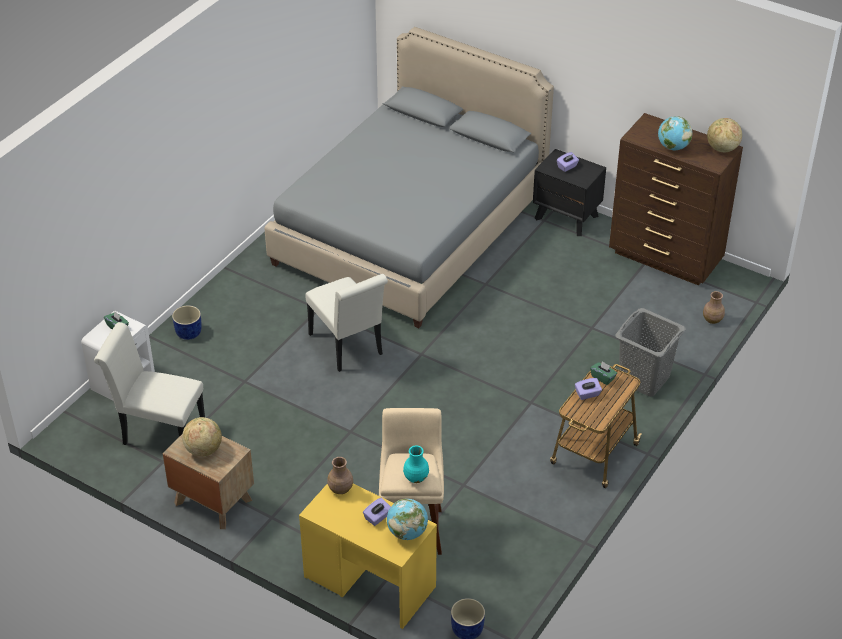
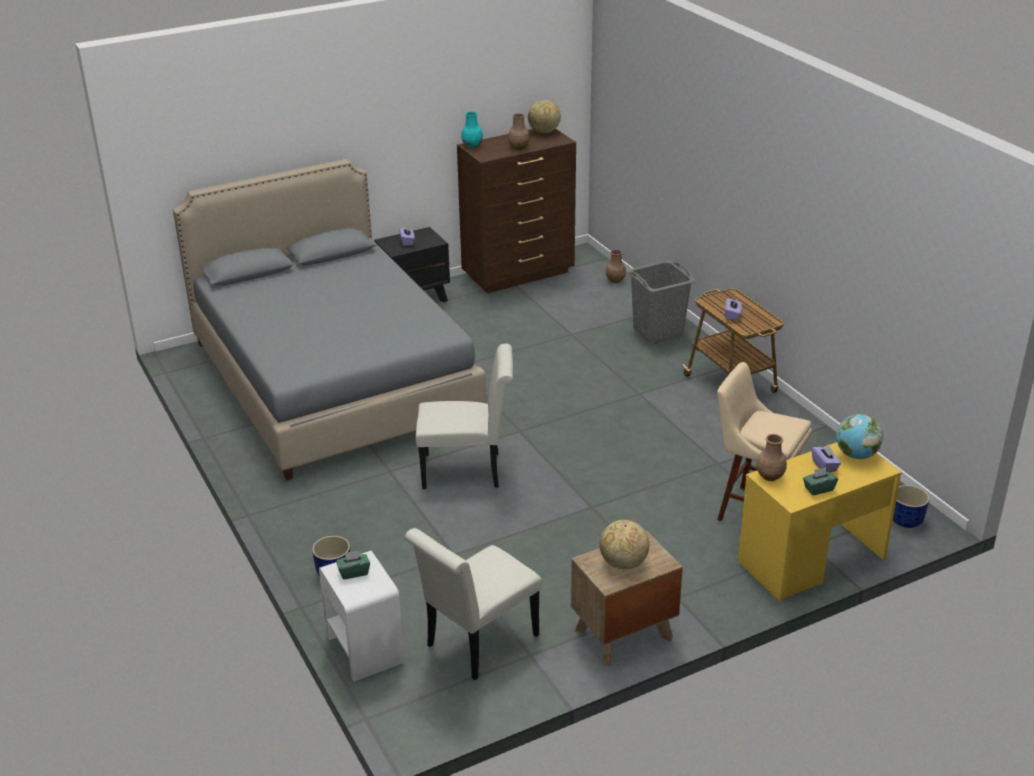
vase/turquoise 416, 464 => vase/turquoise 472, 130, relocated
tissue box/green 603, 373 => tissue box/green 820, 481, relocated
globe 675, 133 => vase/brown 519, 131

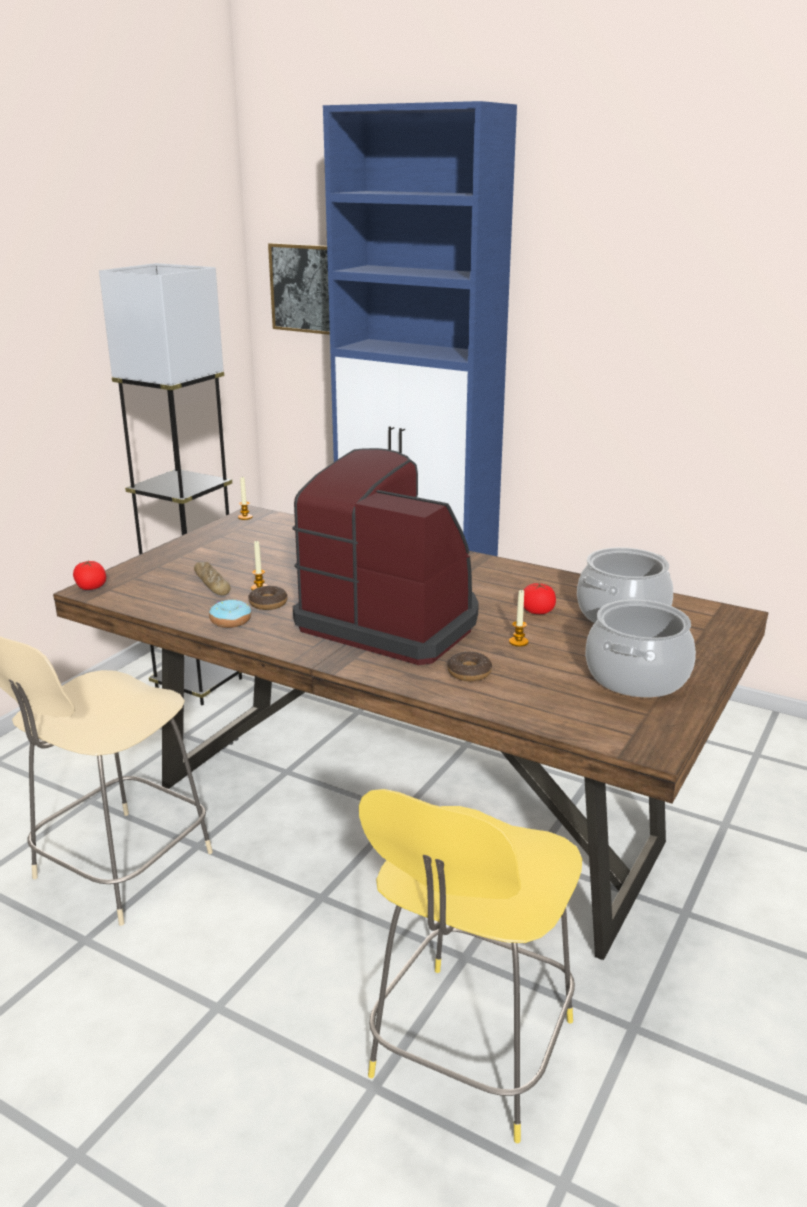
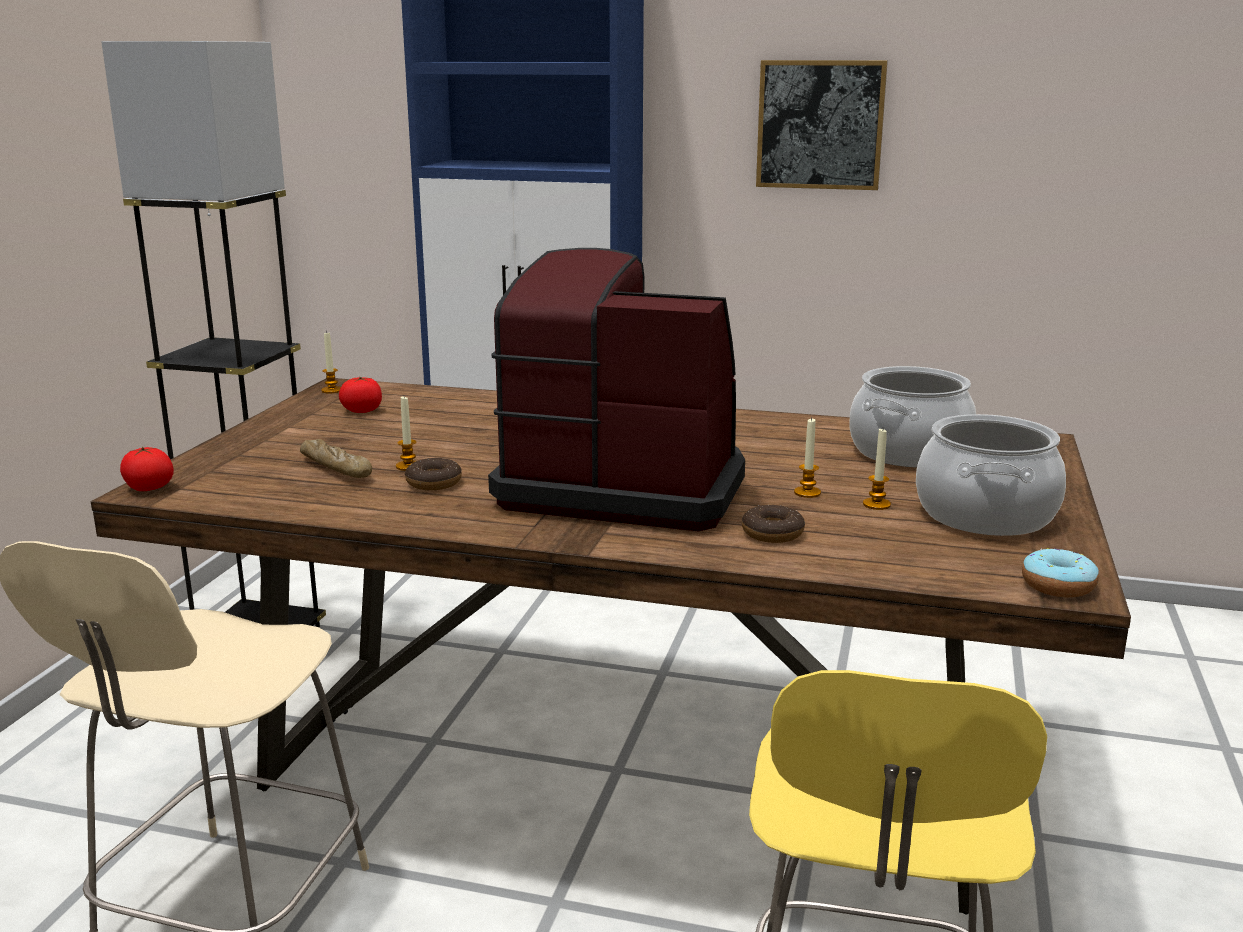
donut 230, 613 => donut 1060, 572, relocated
picture 299, 289 => picture 822, 125, relocated
tomato 540, 598 => tomato 360, 395, relocated
nothing => candle 877, 469

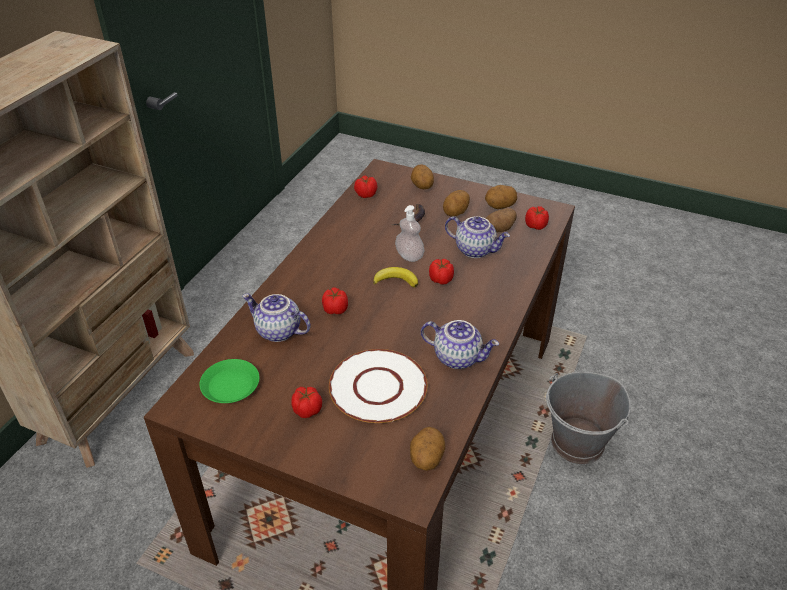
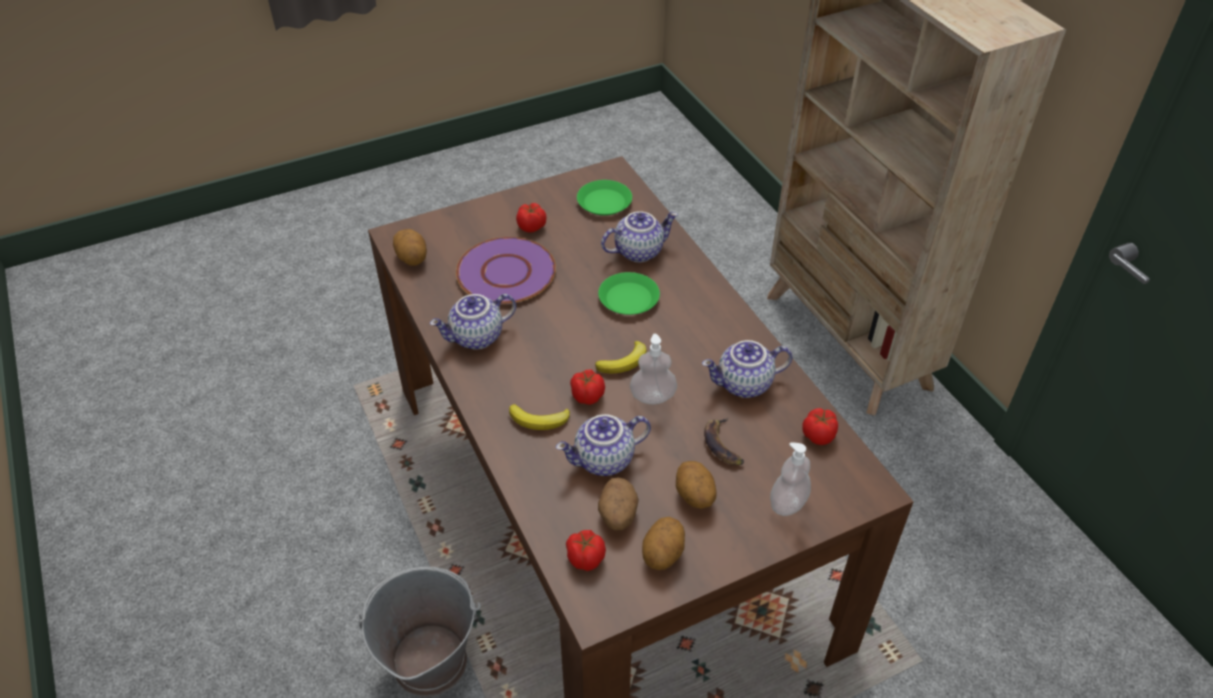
tomato 335, 300 => plate/green 629, 293
plate/white 378, 386 => plate/purple 506, 270
potato 422, 176 => soap dispenser 790, 479
nothing => banana 539, 417
nothing => teapot 747, 369

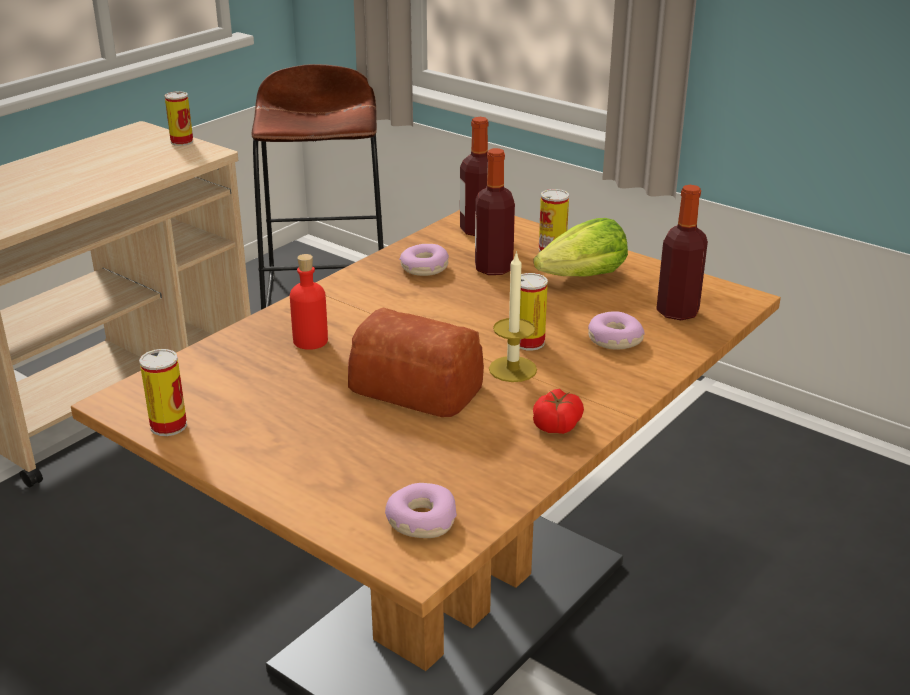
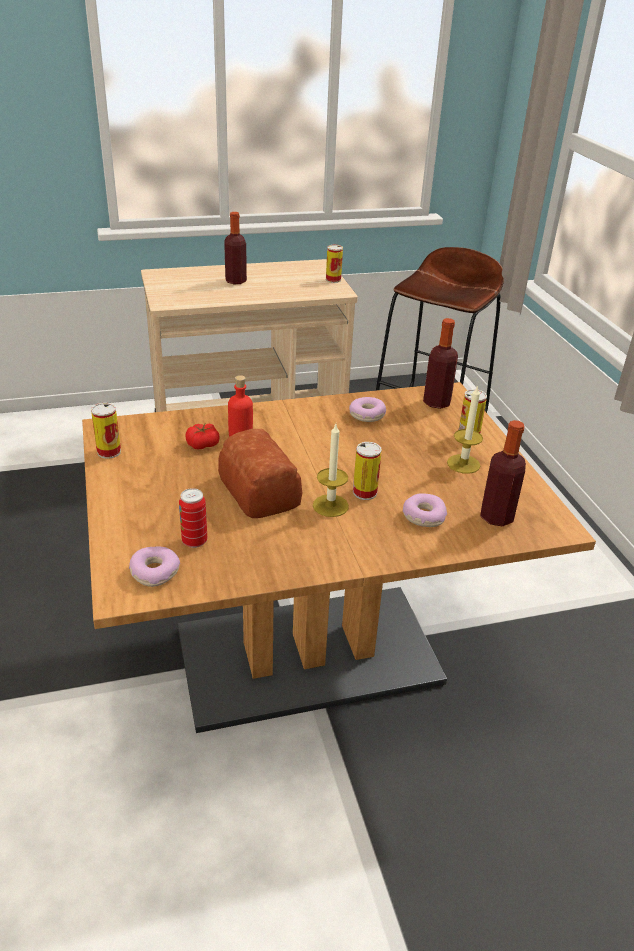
bottle 495, 211 => bottle 235, 248, relocated
tomato 558, 411 => tomato 202, 436, relocated
lettuce 581, 247 => candle 465, 429
nothing => can 193, 518

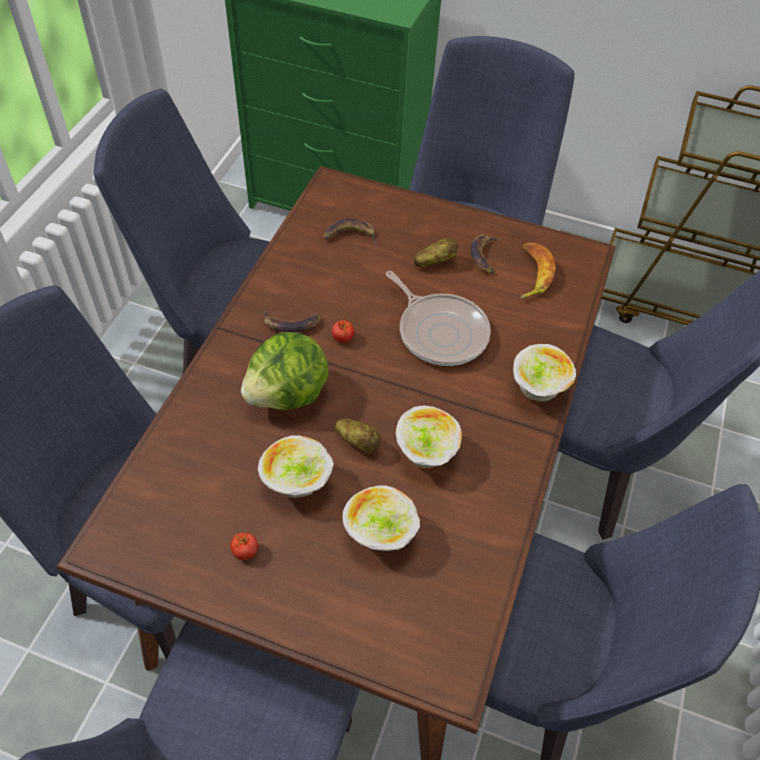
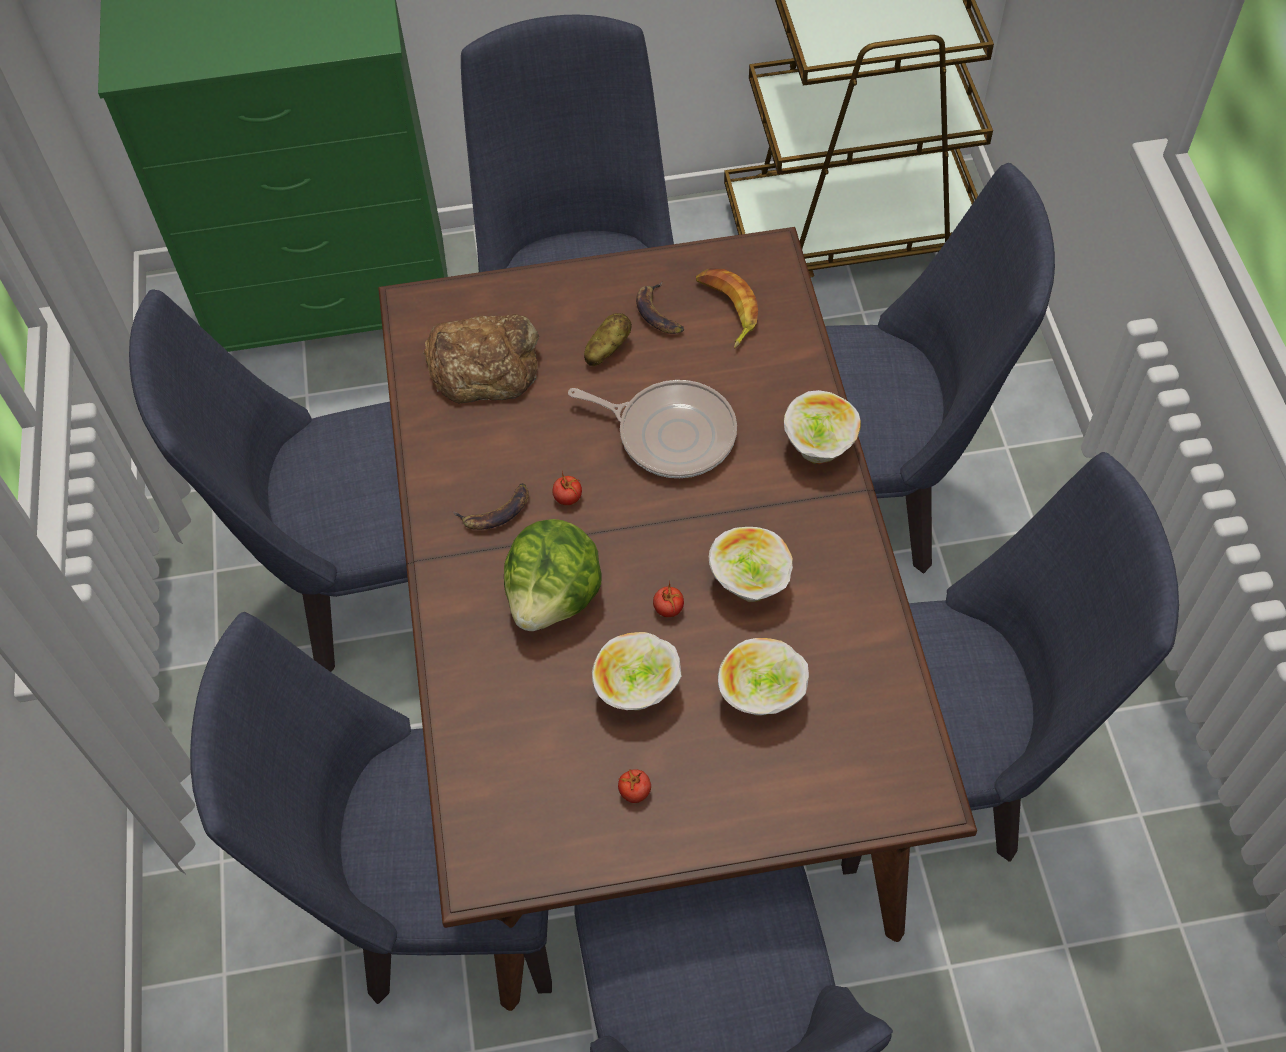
banana 351, 231 => bread 481, 359
potato 358, 436 => tomato 668, 600

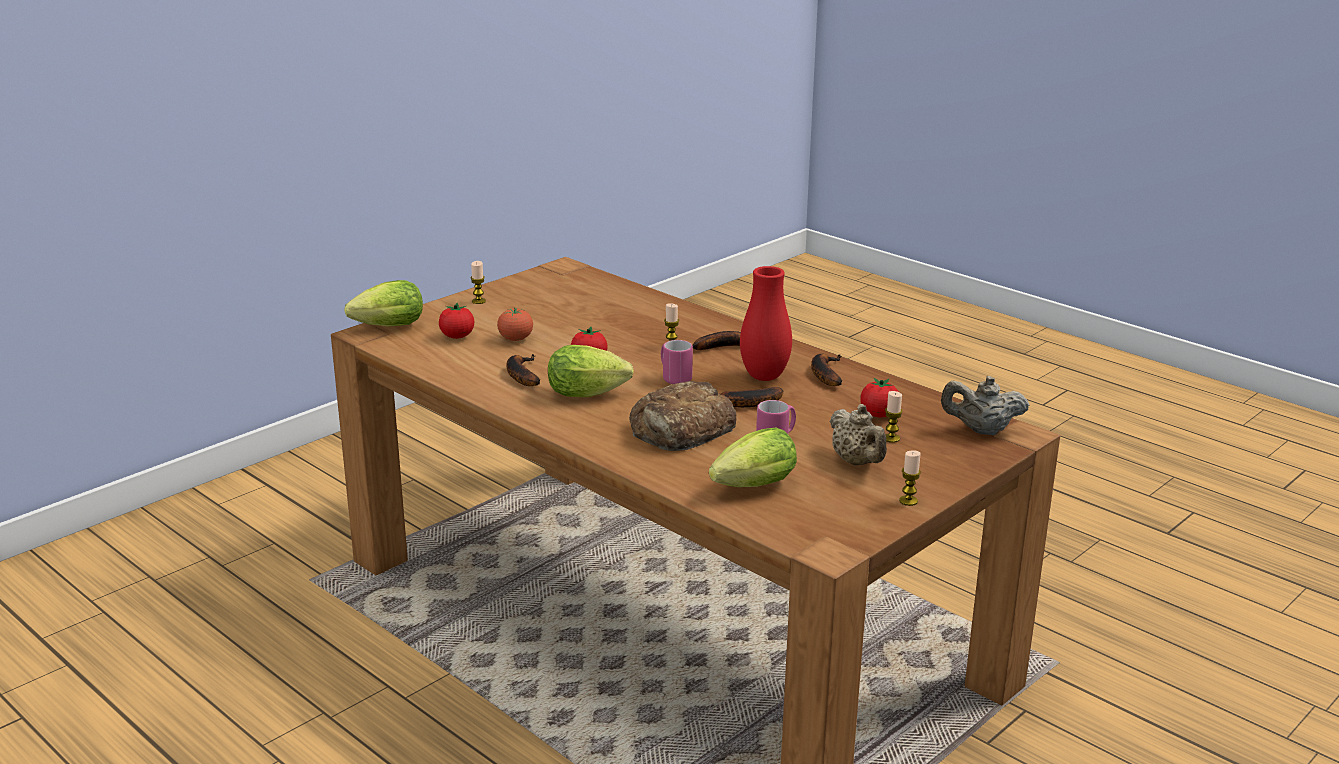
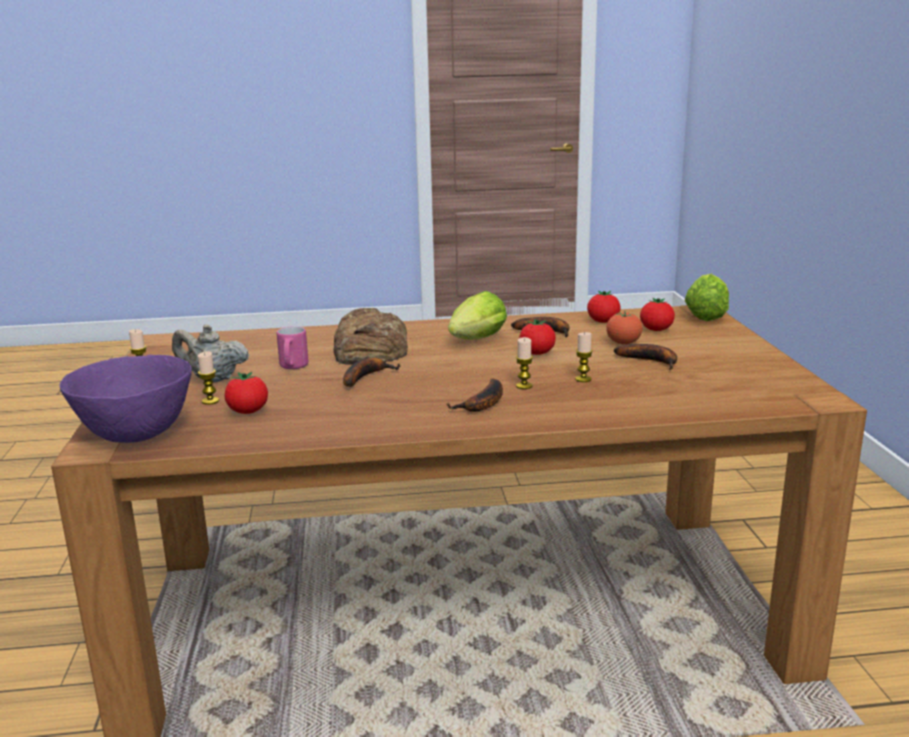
candle 478, 282 => candle 584, 357, relocated
mug/pink 677, 362 => nothing
lettuce 753, 457 => nothing
vase/red 766, 323 => nothing
banana 826, 370 => banana 645, 357, relocated
teapot/beige 985, 405 => bowl/purple 125, 399
nothing => tomato 604, 307

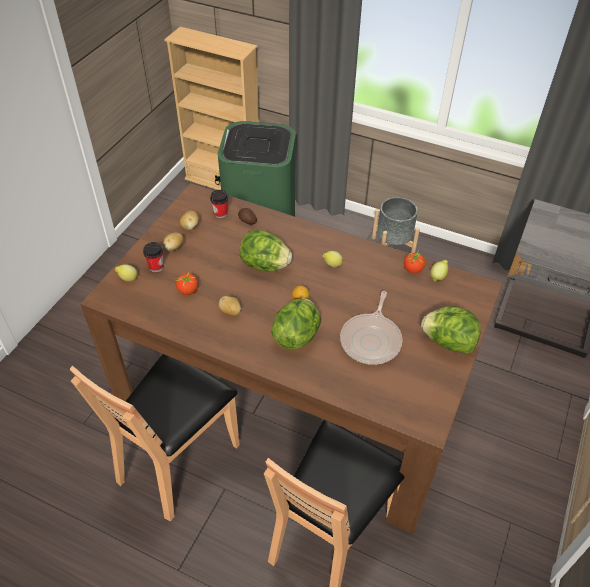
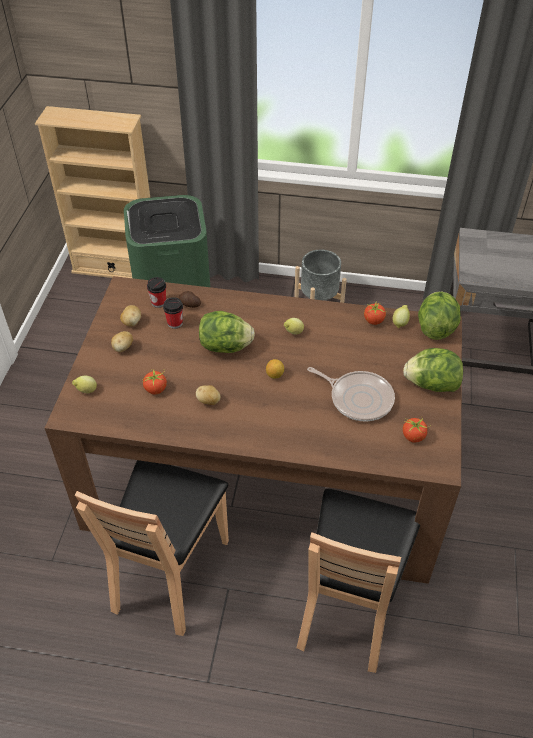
cup 153, 257 => cup 173, 313, relocated
lettuce 296, 324 => lettuce 439, 316, relocated
frying pan 371, 328 => frying pan 351, 394, 60 degrees counterclockwise
nothing => tomato 416, 430

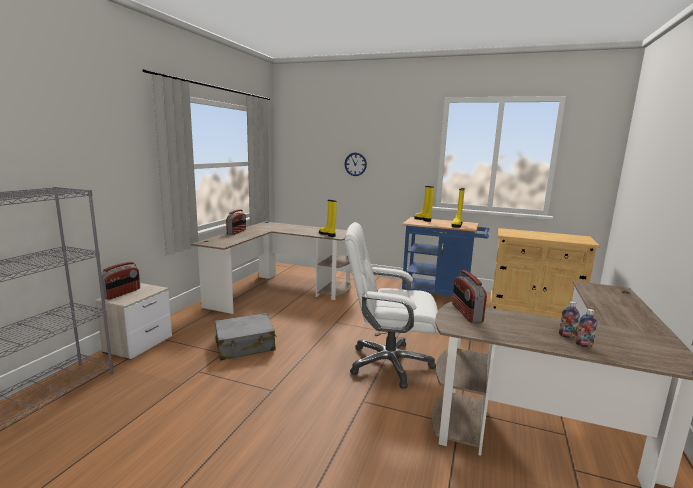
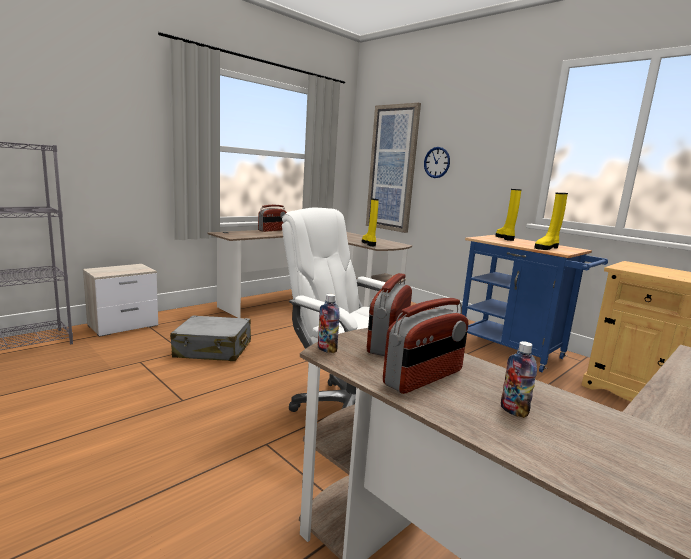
radio 121, 281 => radio 425, 346, relocated
bottle 586, 328 => bottle 329, 323, relocated
nothing => picture 393, 168

